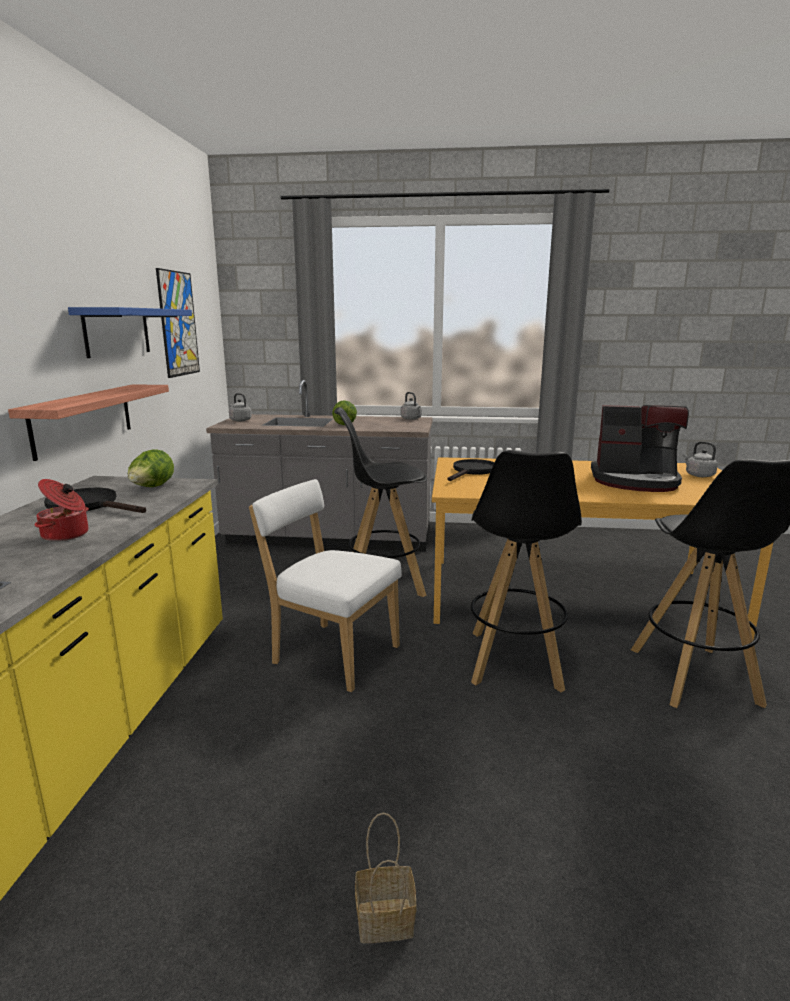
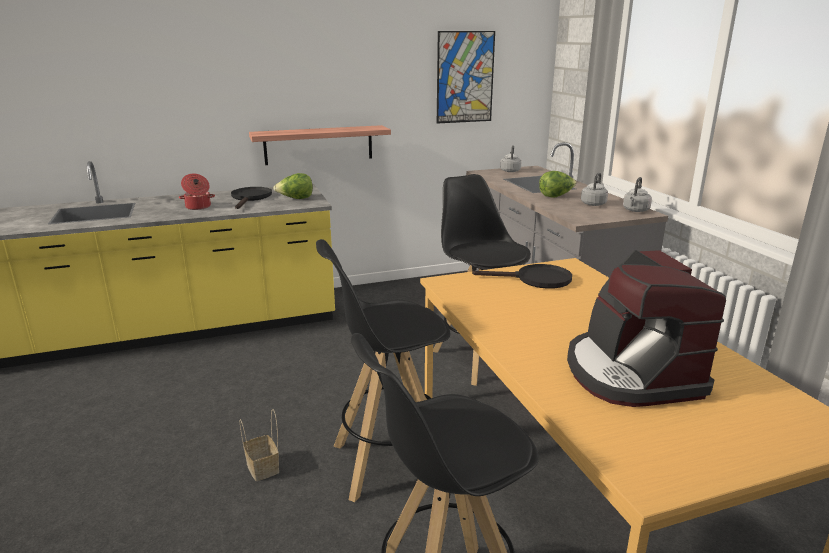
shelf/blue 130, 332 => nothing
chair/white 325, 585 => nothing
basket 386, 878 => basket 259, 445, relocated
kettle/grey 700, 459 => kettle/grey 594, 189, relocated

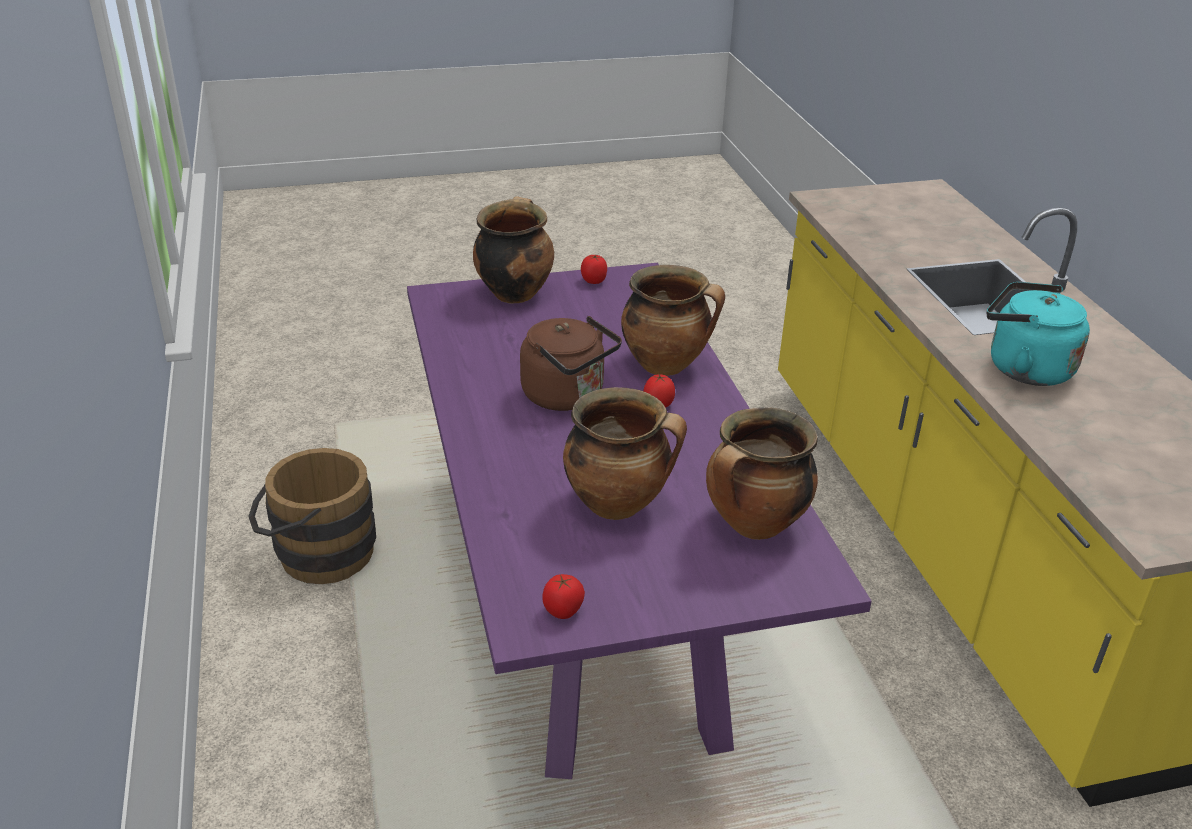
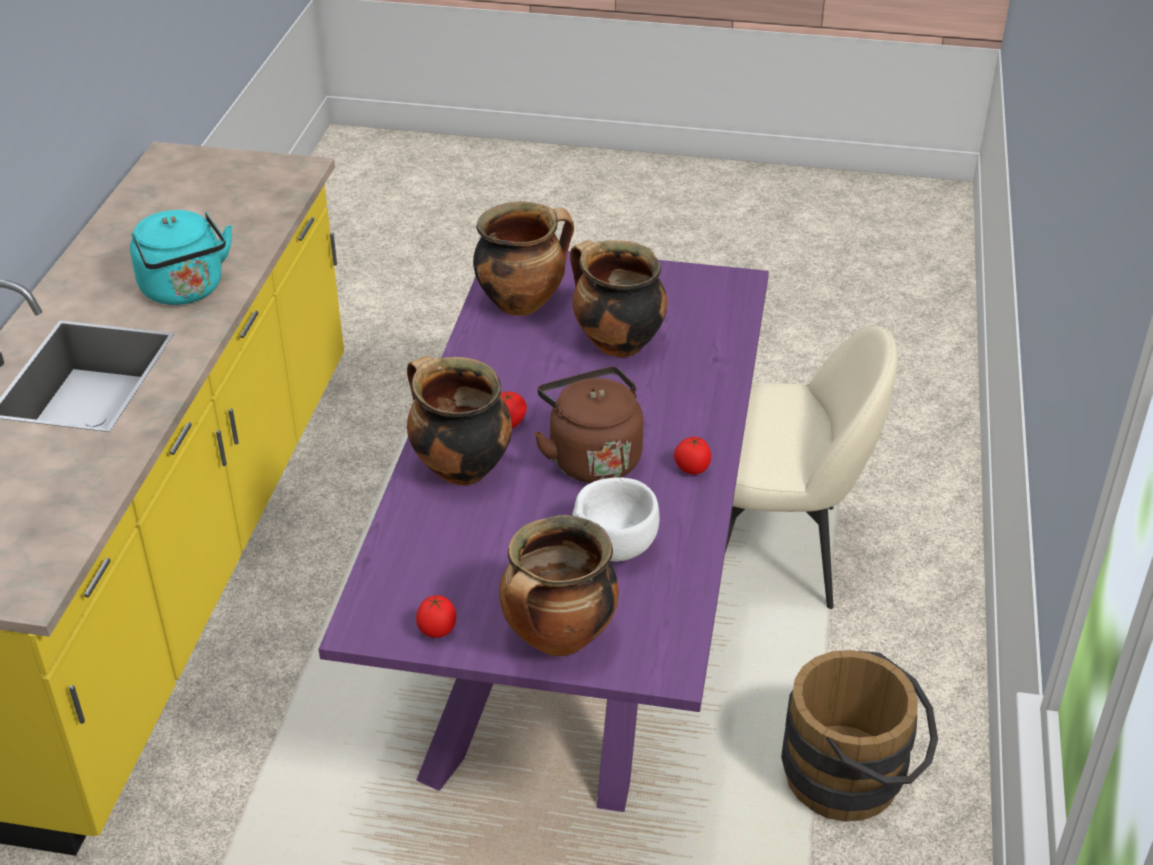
tomato 563, 596 => tomato 692, 455, relocated
nothing => bowl/white 616, 519
nothing => chair/beige 811, 467

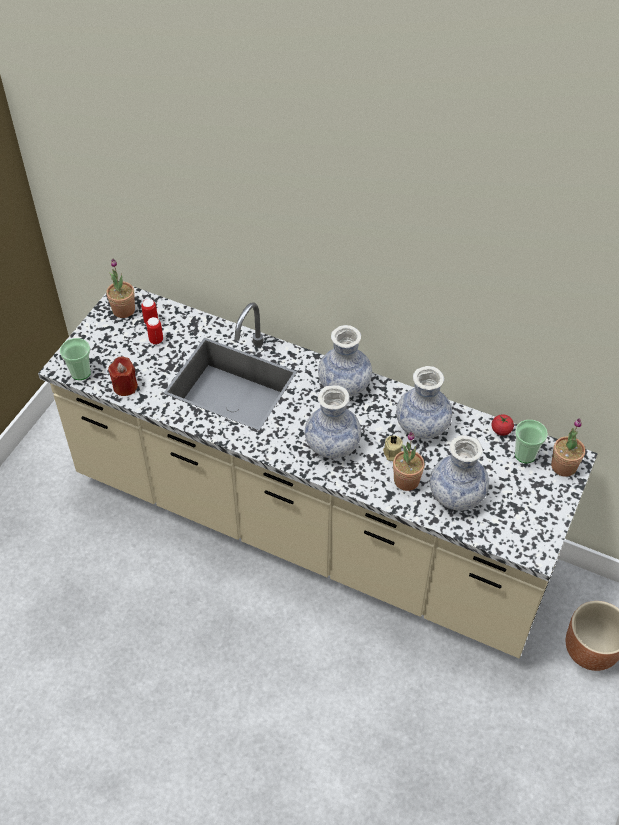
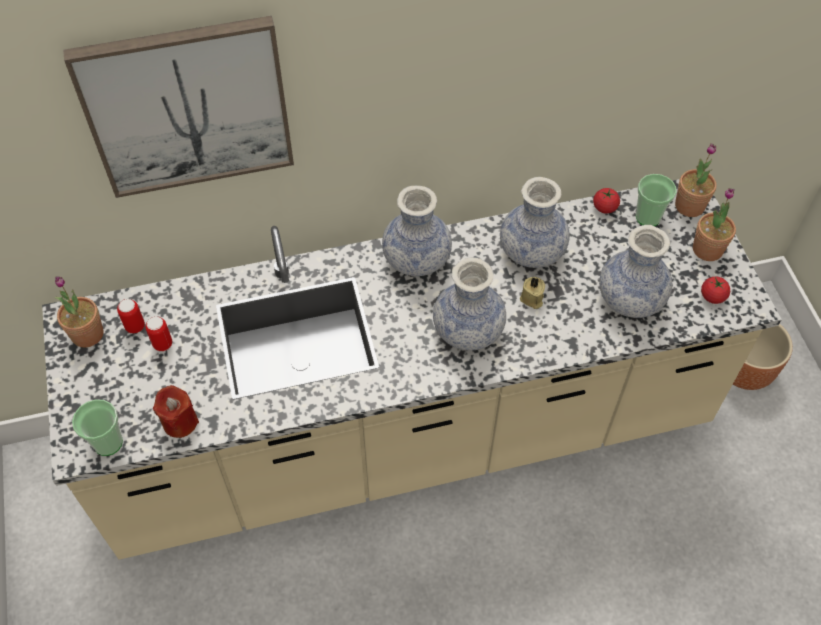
potted plant 409, 461 => potted plant 714, 224, relocated
nothing => picture 178, 107
nothing => tomato 715, 290

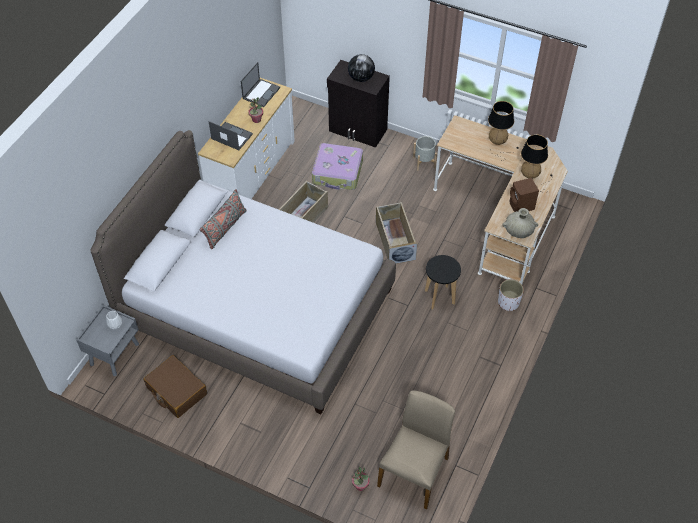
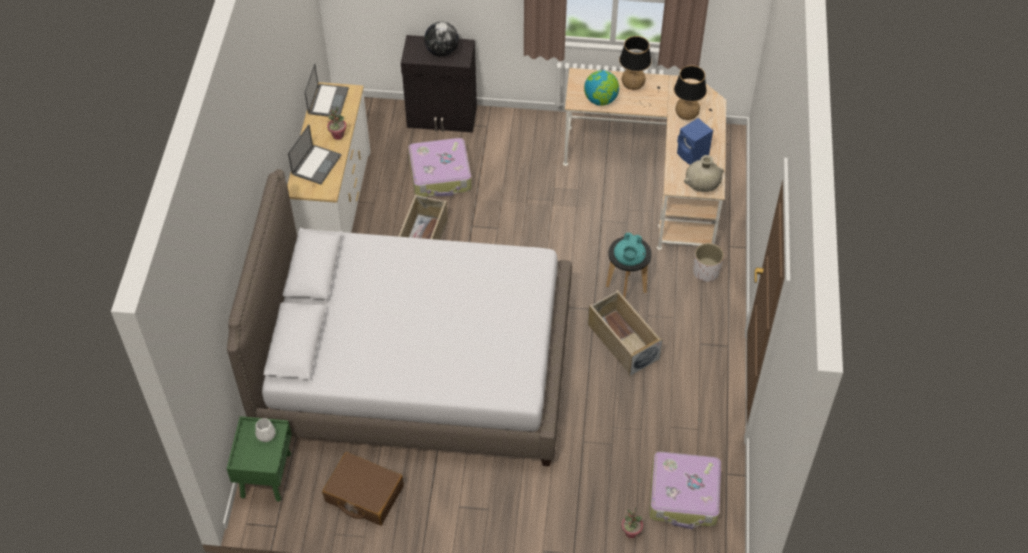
nightstand/grey 107, 341 => nightstand/green 259, 459
pillow/grey 223, 219 => nothing
laptop 231, 135 => laptop 314, 154, 105 degrees clockwise
storage box/beige 396, 233 => storage box/beige 625, 333, relocated
chair/beige 416, 450 => suitcase 685, 490
planter/grey 425, 153 => nothing
speaker/brown 524, 195 => speaker/blue 695, 141
nothing => globe 601, 88
nothing => teapot/turquoise 630, 249

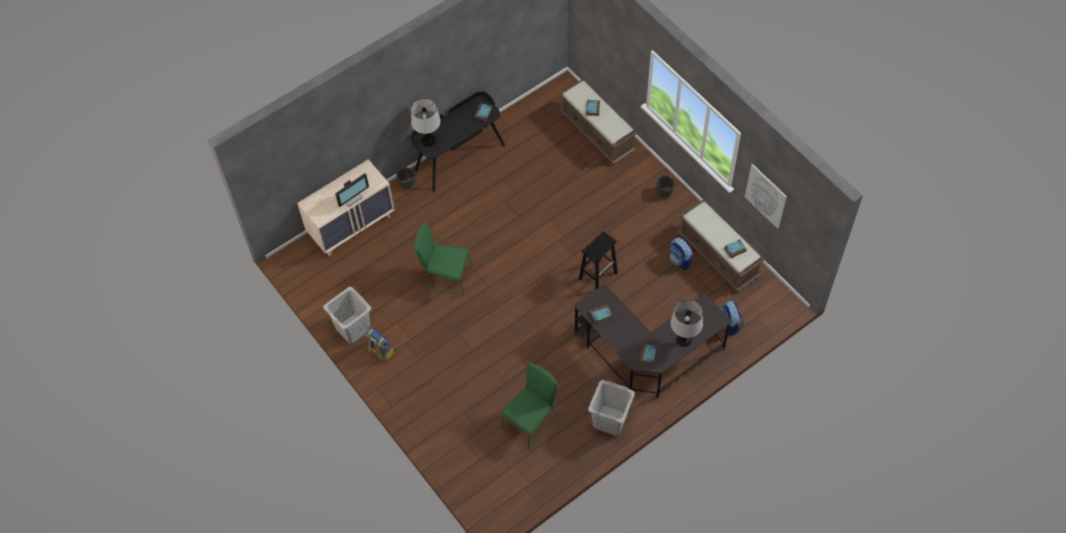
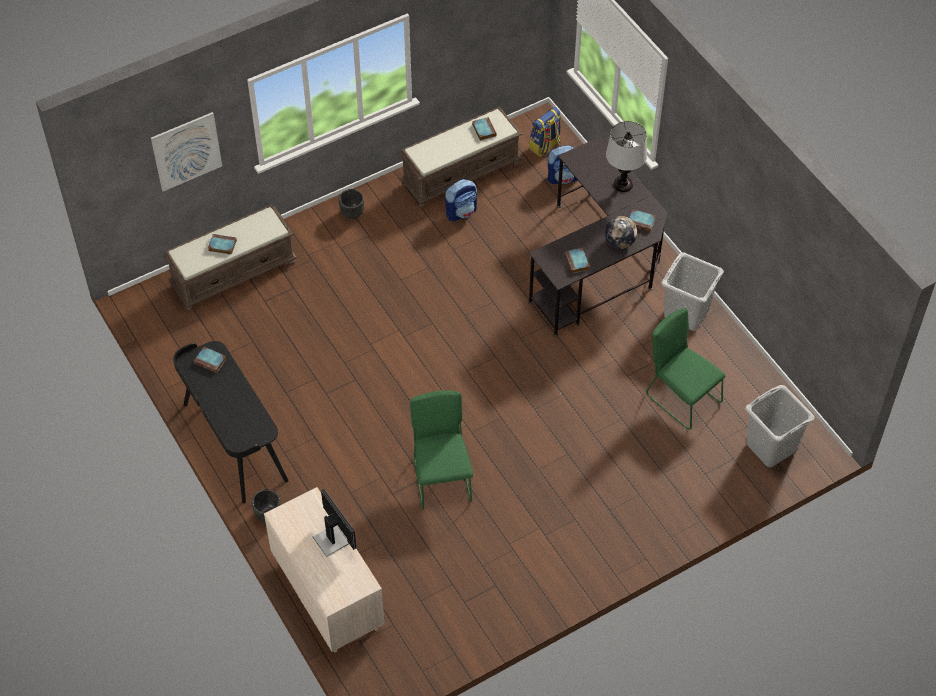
laundry basket/grey 347, 315 => laundry basket/grey 780, 426, relocated
backpack 379, 344 => backpack 545, 132, relocated
table lamp 426, 122 => nothing
chair/green 443, 258 => chair/green 441, 449, 150 degrees clockwise
stool/black 598, 260 => nothing
picture 766, 196 => picture 186, 151, relocated
nothing => globe 621, 232

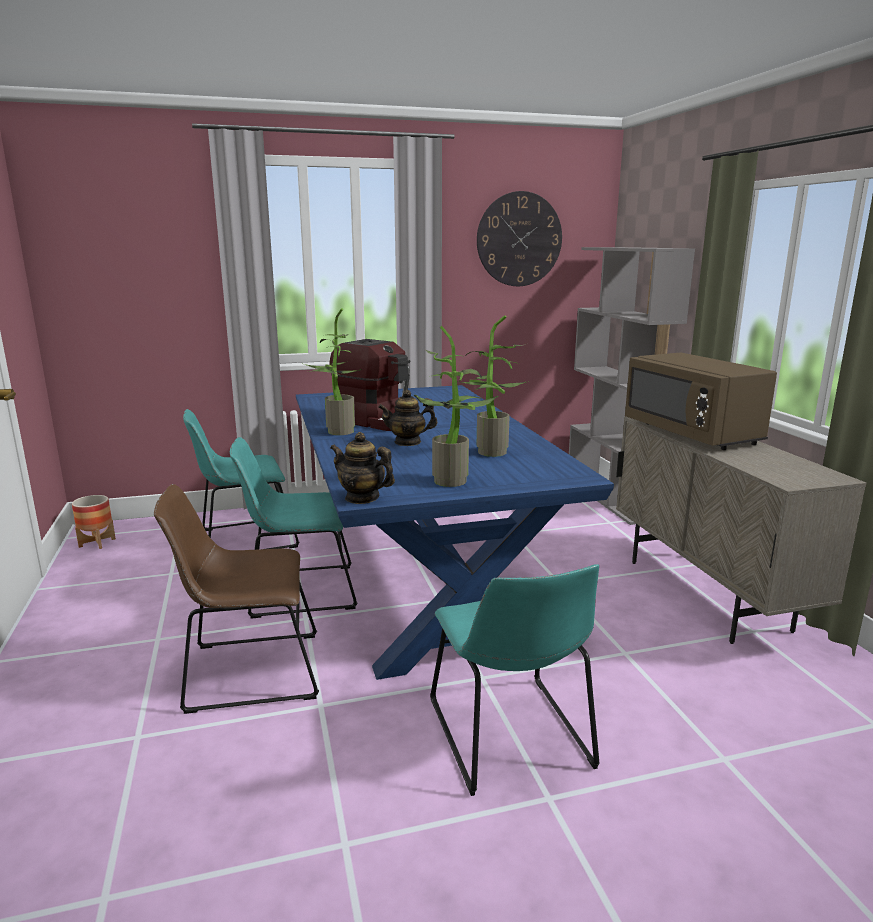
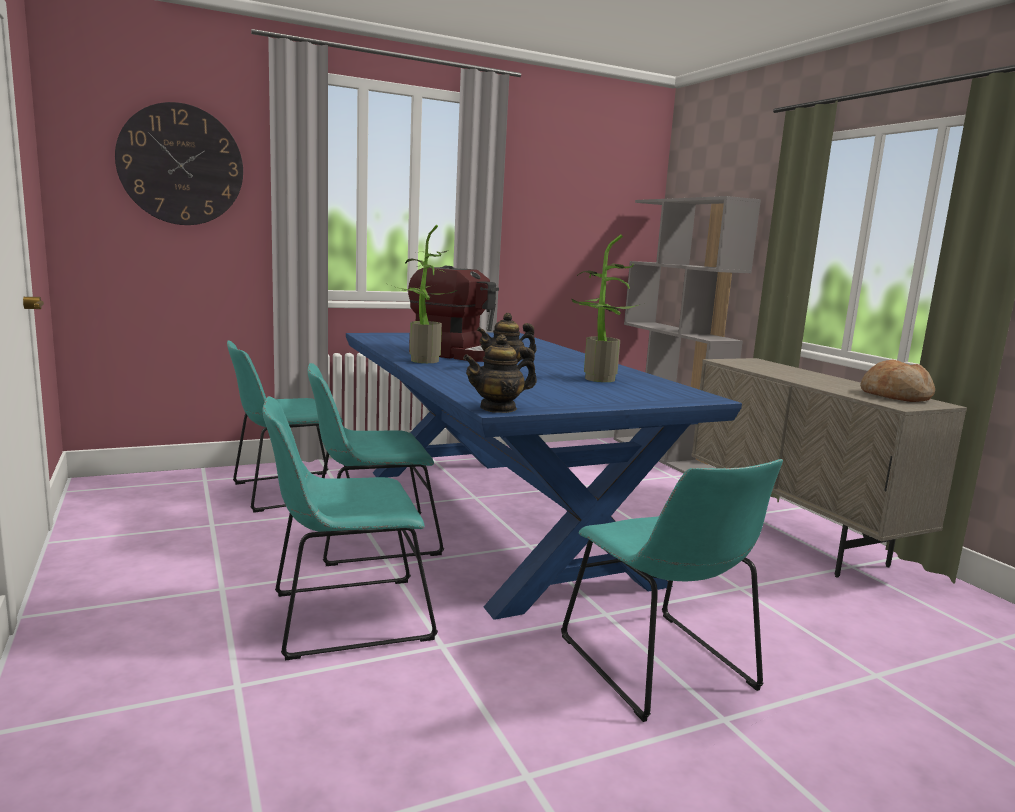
planter 94, 522 => nothing
chair/brown 236, 599 => chair/turquoise 350, 528
teapot 362, 468 => teapot 500, 373, 45 degrees counterclockwise
potted plant 456, 406 => nothing
wall clock 519, 238 => wall clock 179, 163, relocated
microwave/brown 701, 401 => nothing
nothing => bread 897, 380

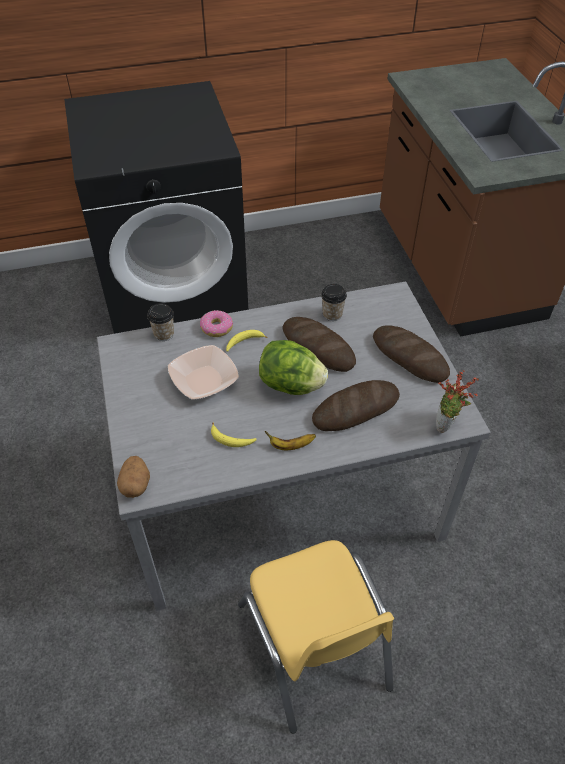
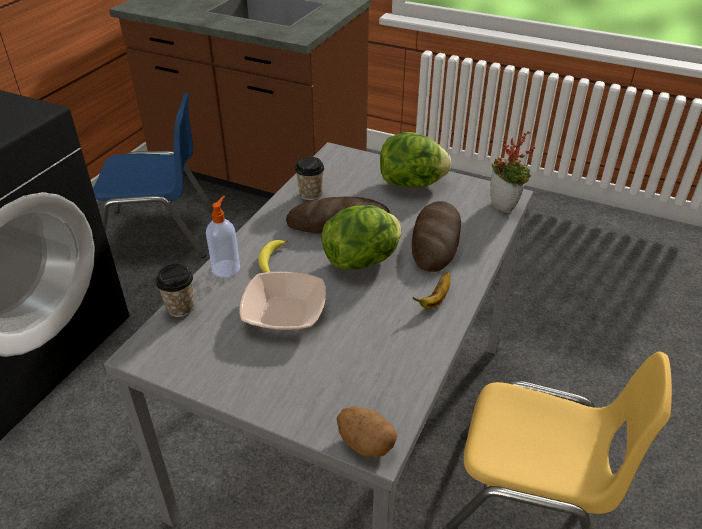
donut 216, 323 => soap dispenser 223, 236
banana 234, 434 => nothing
bread 411, 354 => lettuce 415, 159
nothing => chair/blue 153, 175

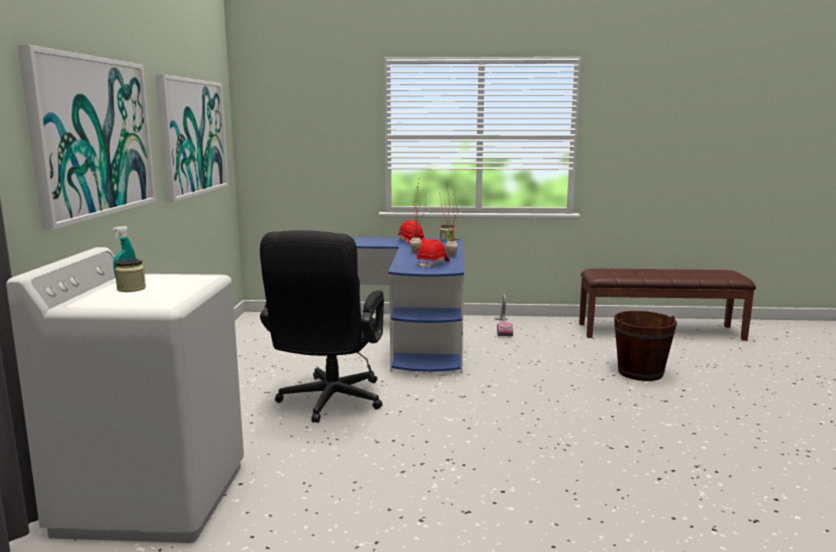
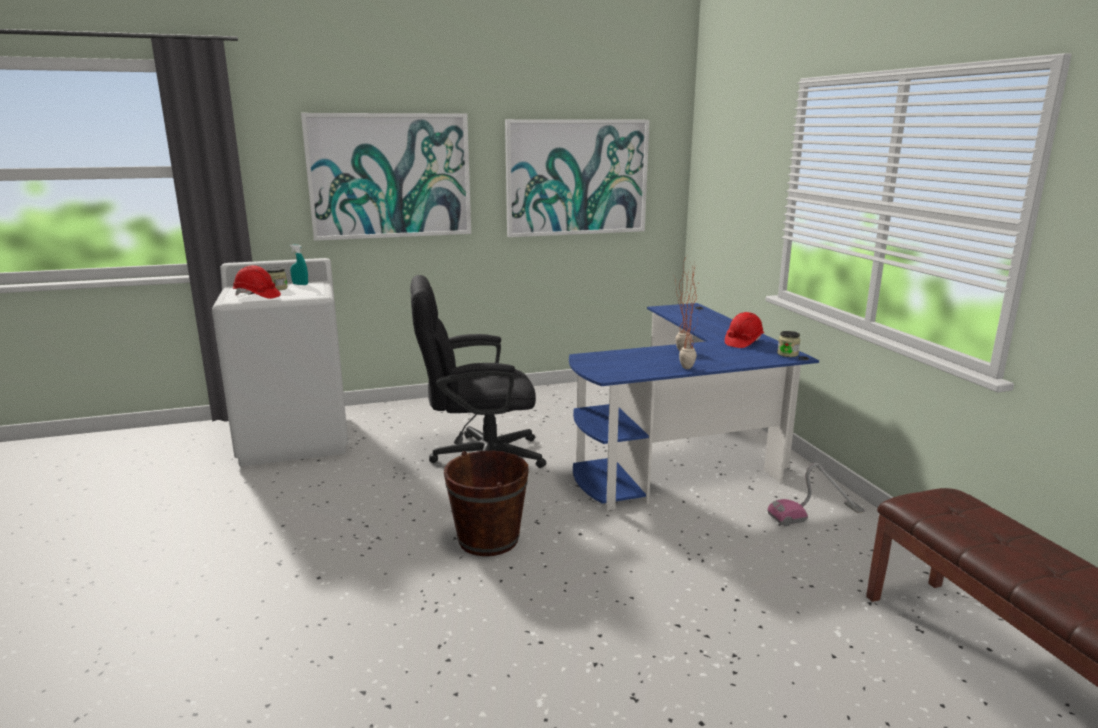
hard hat/red 433, 253 => hard hat/red 257, 282, relocated
bucket/brown 645, 346 => bucket/brown 486, 503, relocated

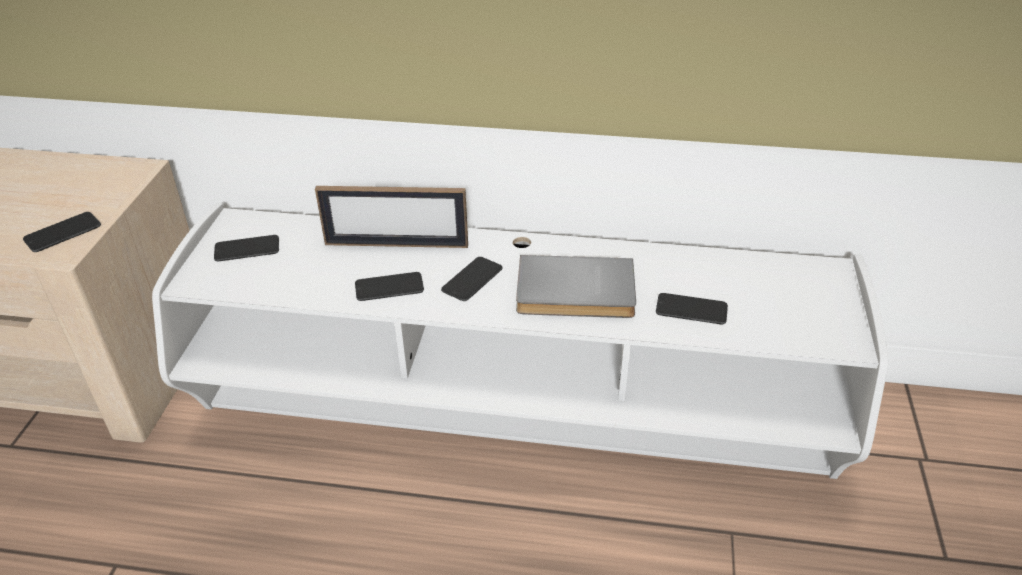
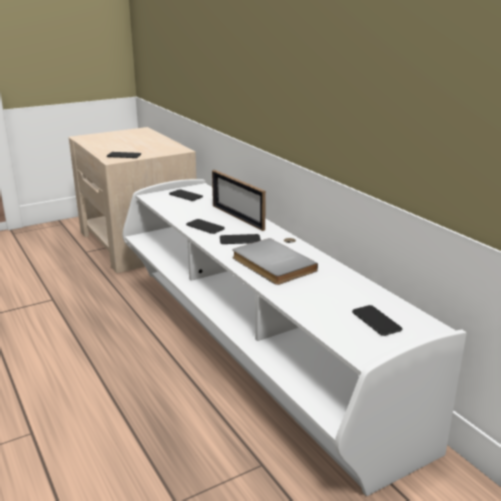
phone 692, 308 => phone 377, 320, relocated

